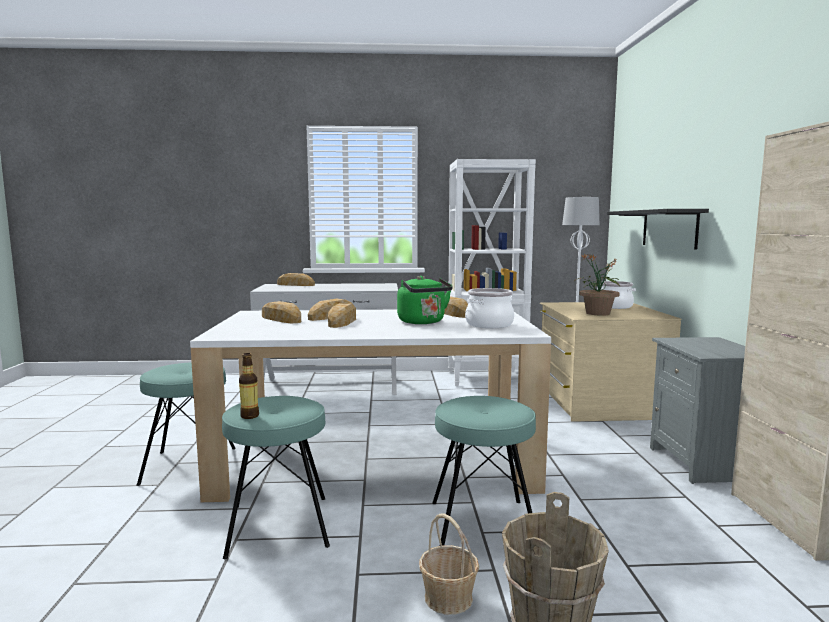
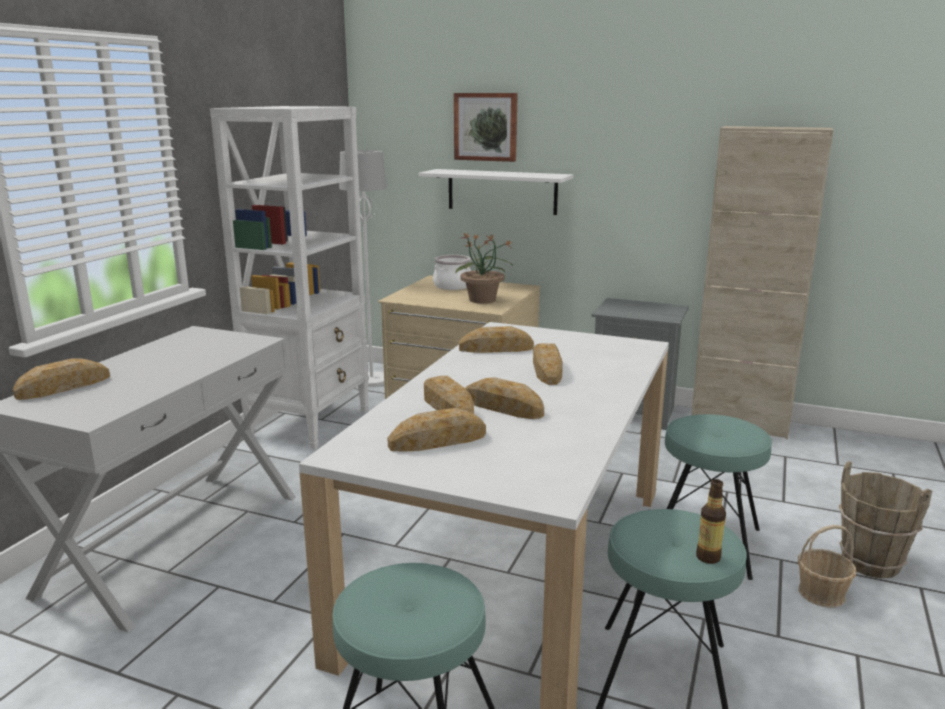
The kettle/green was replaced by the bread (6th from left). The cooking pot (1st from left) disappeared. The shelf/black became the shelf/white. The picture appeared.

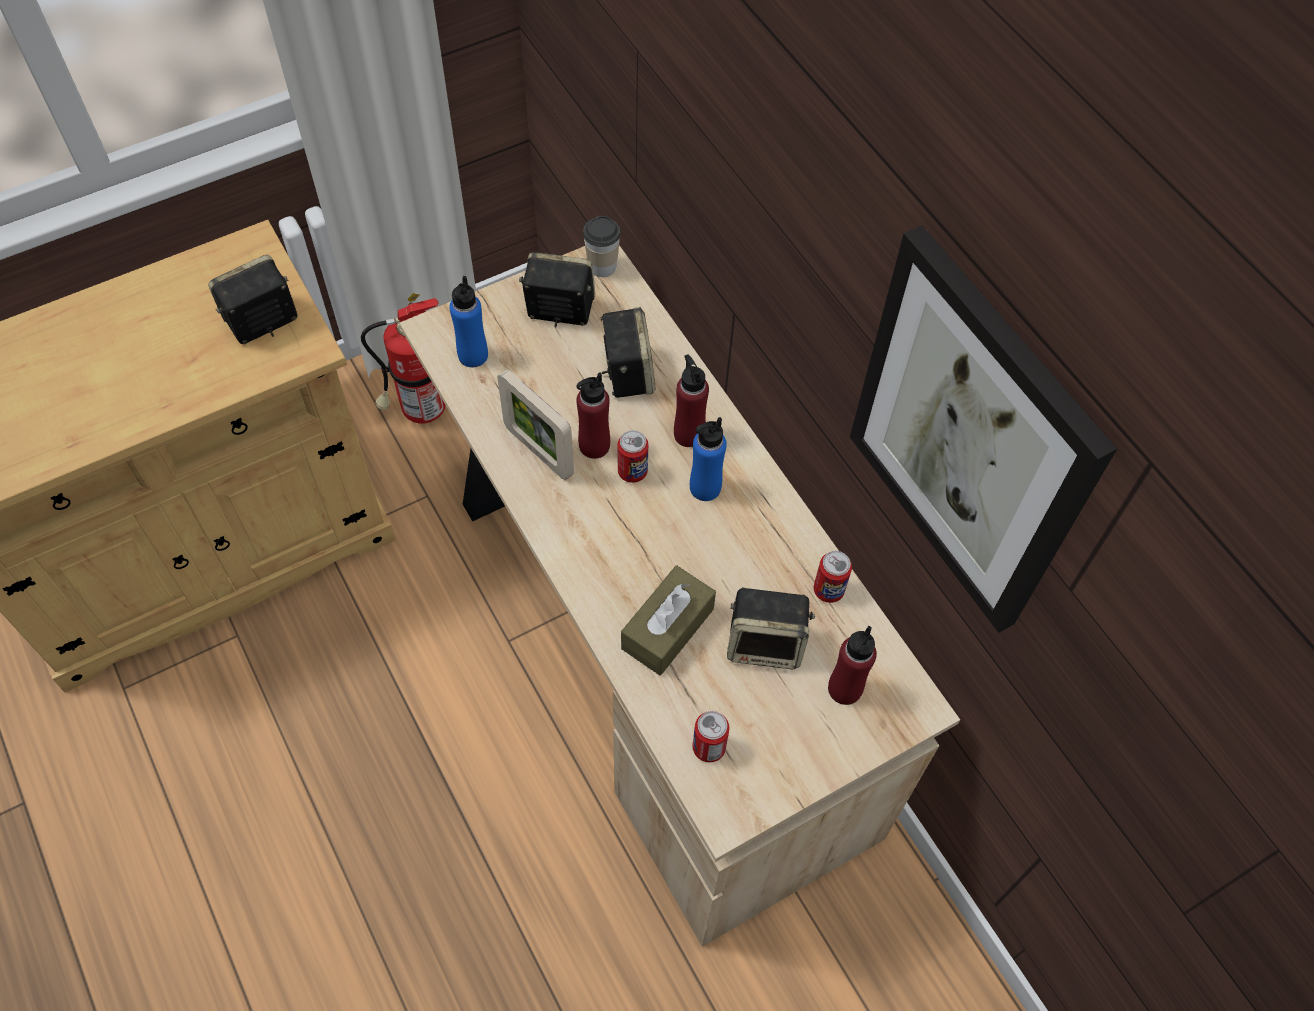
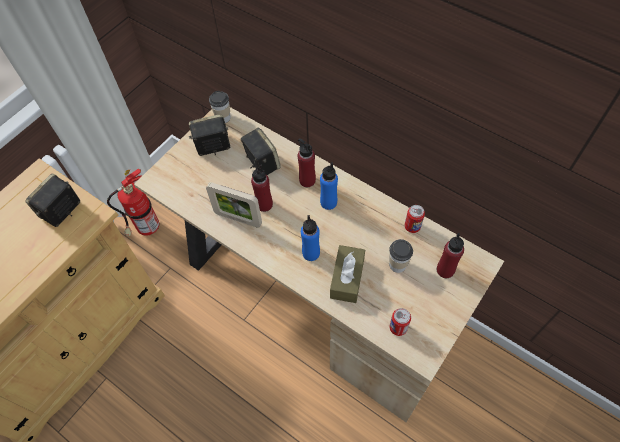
The bottle/blue (1st from left) moved. The can (1st from left) disappeared. The speaker (4th from left) was replaced by the cup (2nd from left). The picture disappeared.

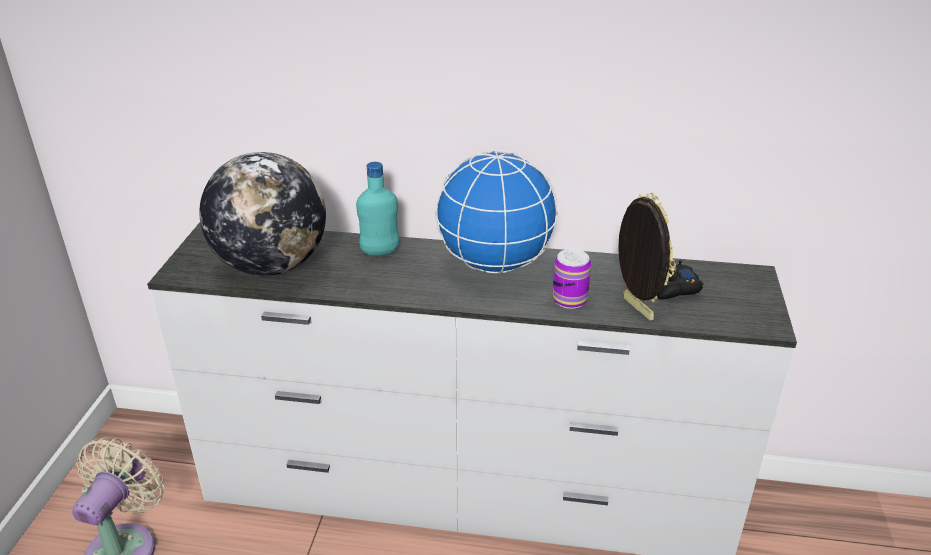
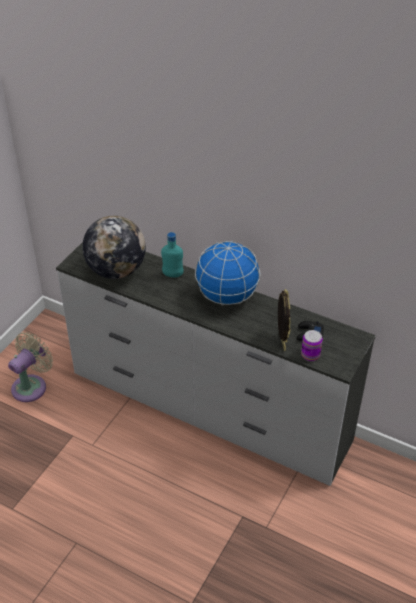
The can moved.

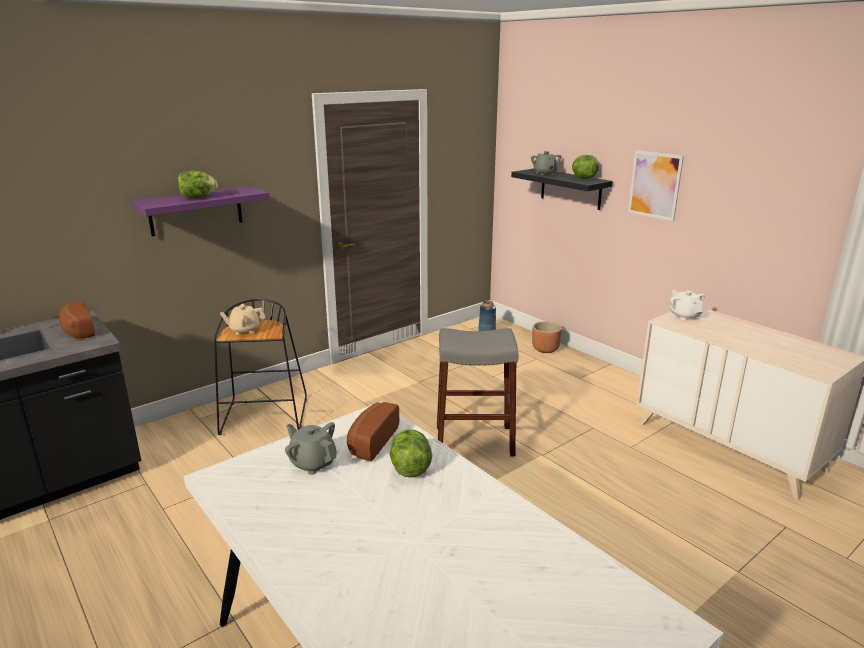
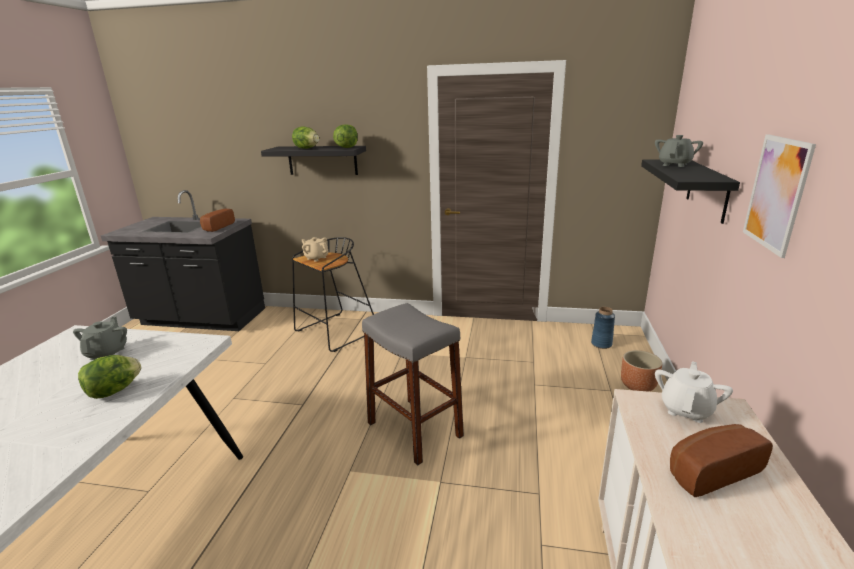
The shelf/purple became the shelf/black (1st from left). The bread (2nd from left) moved. The lettuce (3rd from left) moved.

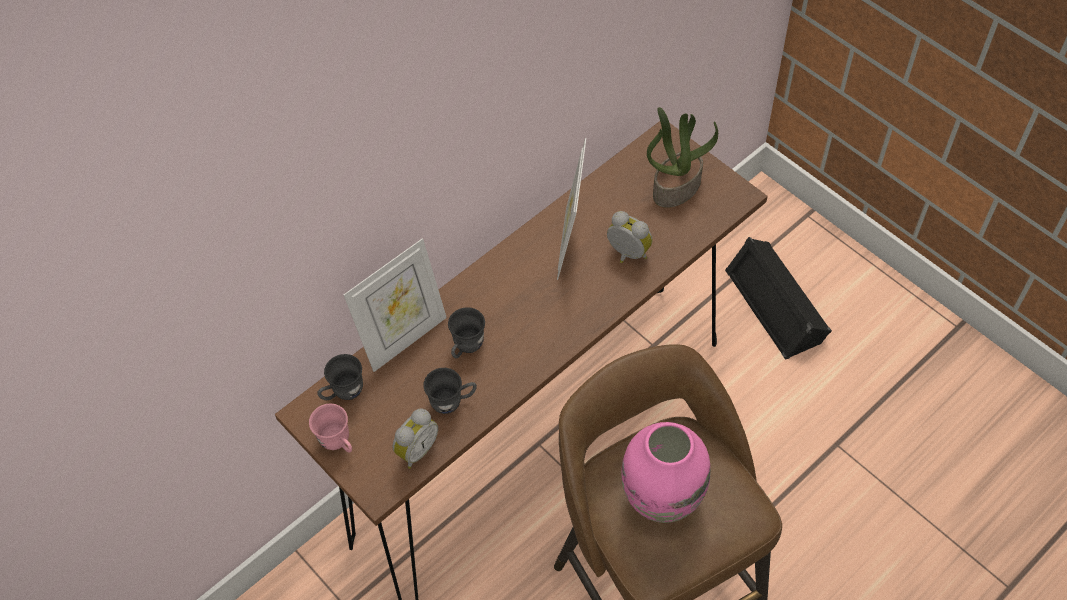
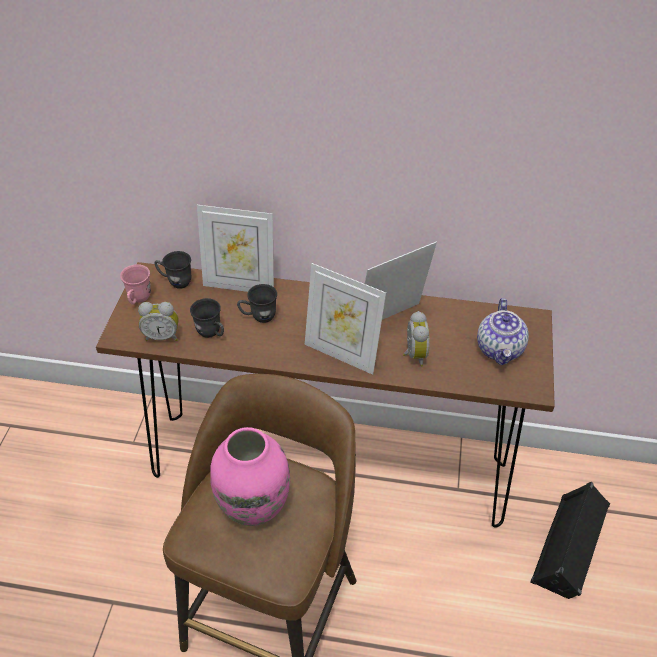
The potted plant was replaced by the teapot. The picture frame (2nd from left) appeared.

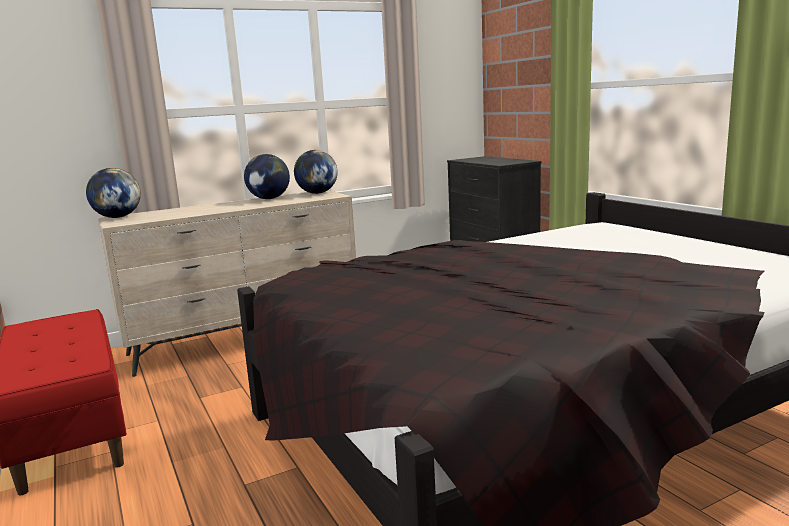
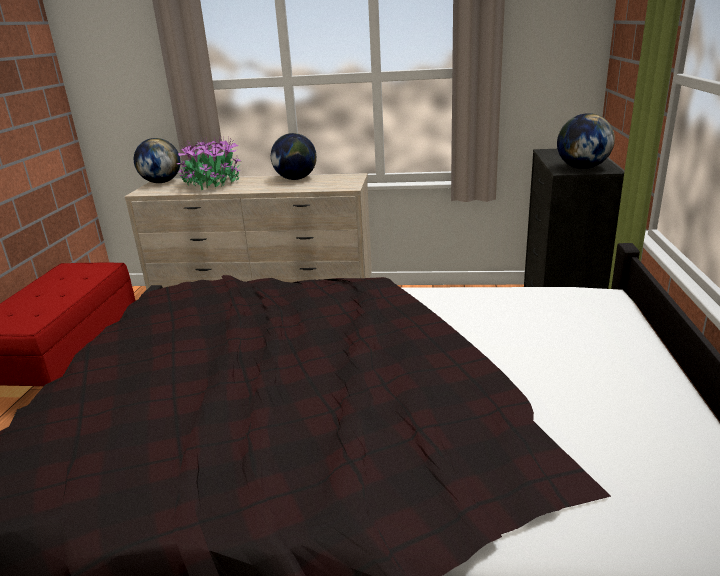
The globe (3rd from left) moved. The potted plant appeared.

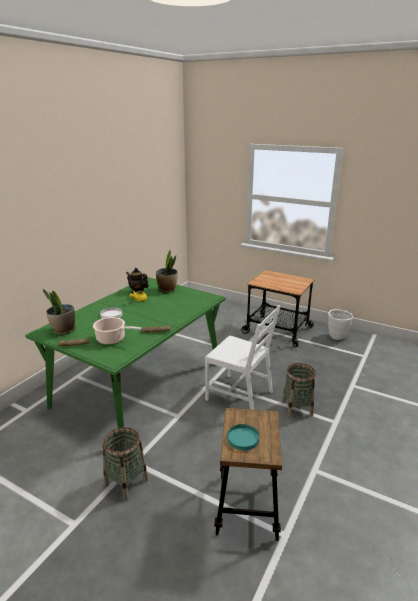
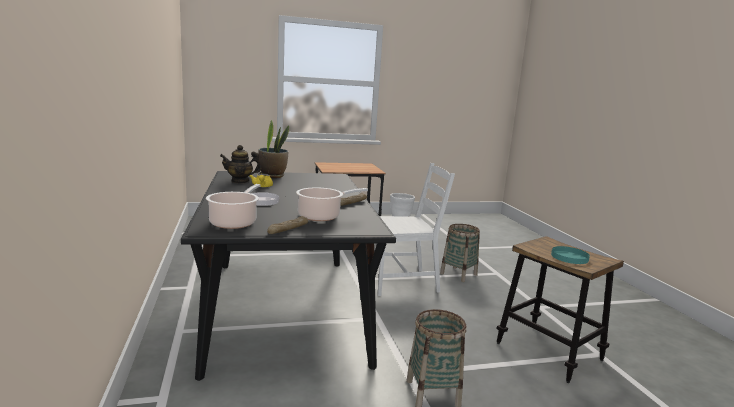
The dining table/green became the dining table/black. The potted plant (1st from left) was replaced by the cooking pot (1st from left).

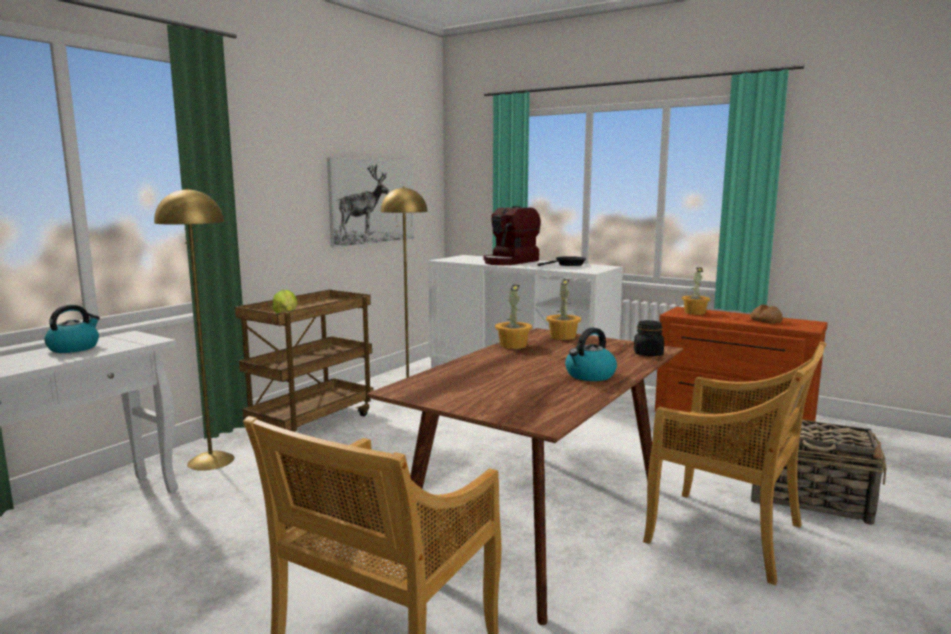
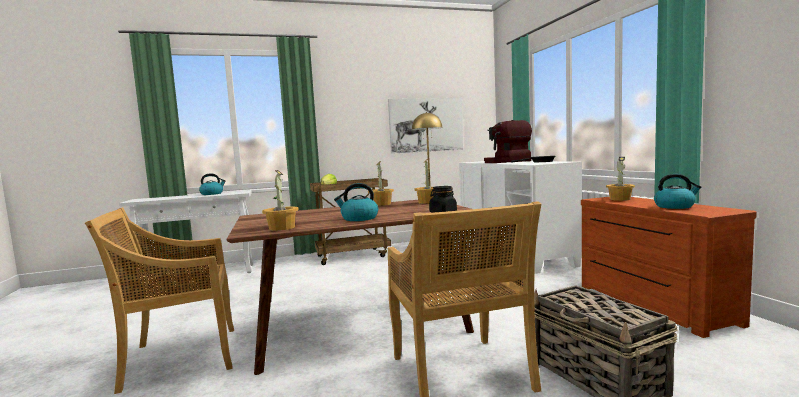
The floor lamp/yellow (1st from left) disappeared. The bread was replaced by the kettle (3rd from left). The potted plant (1st from left) appeared.

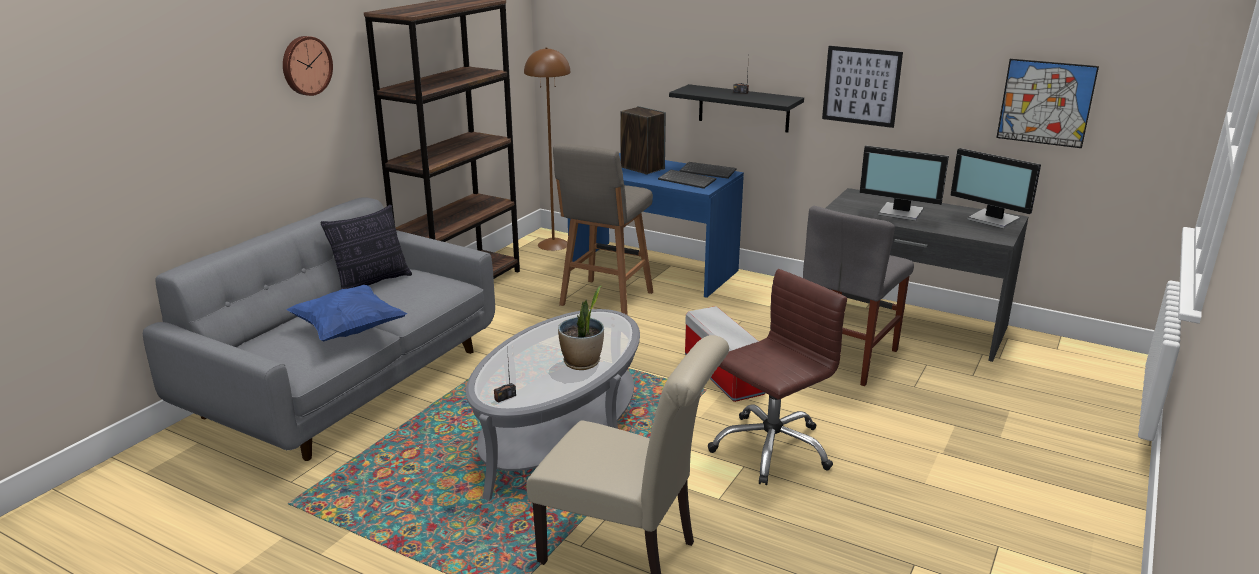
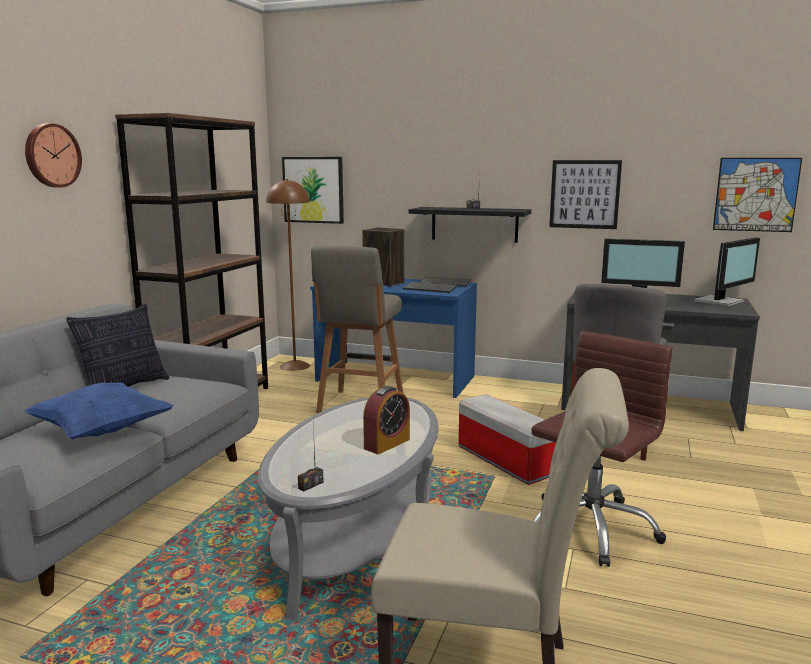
The potted plant was replaced by the alarm clock. The monitor (2nd from left) turned 75 degrees counterclockwise. The picture (1st from left) appeared.

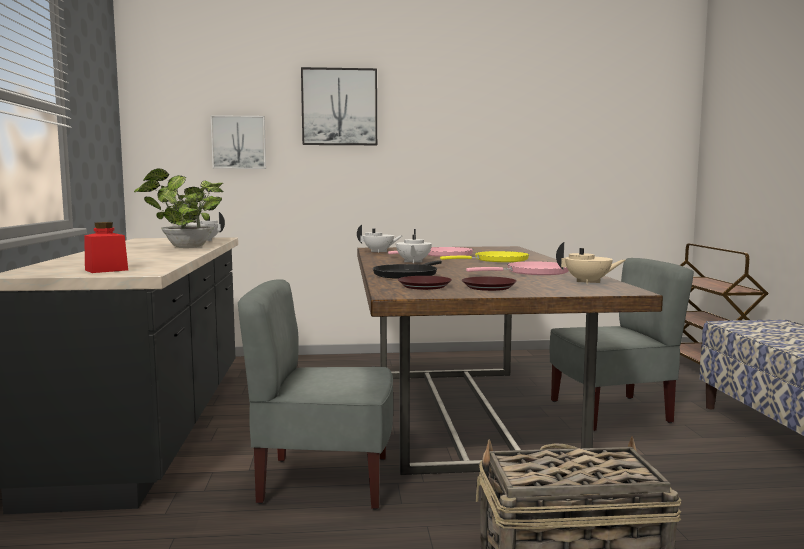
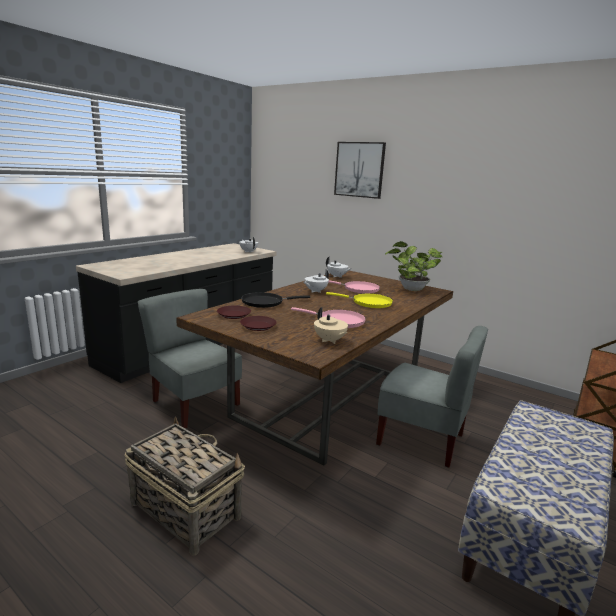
The jar/red disappeared. The potted plant moved. The picture (1st from left) disappeared.

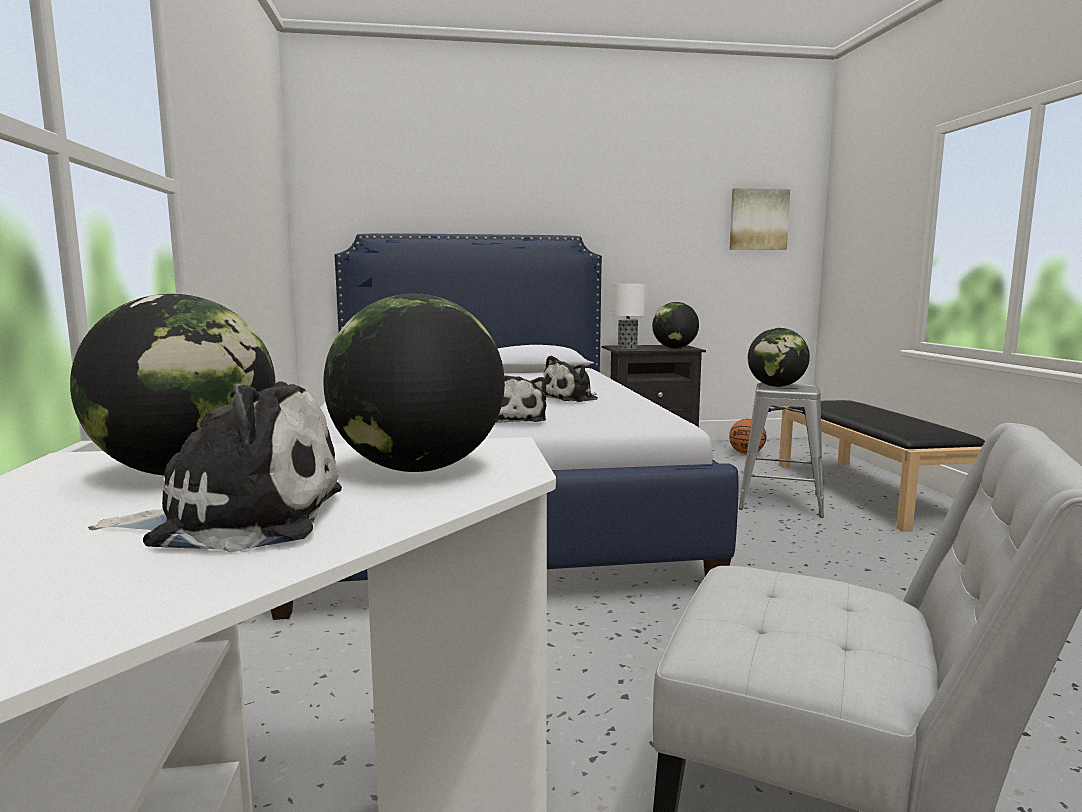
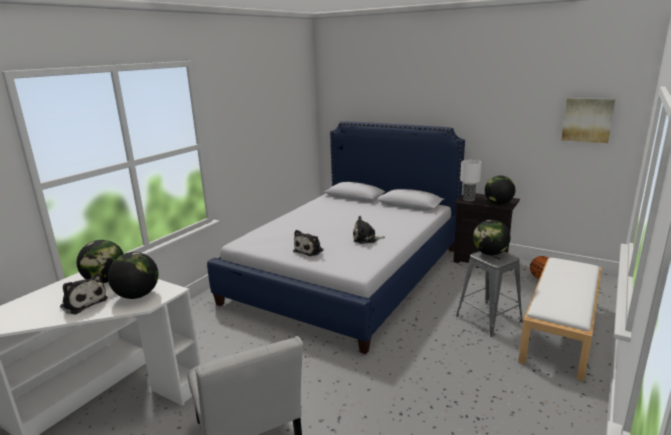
The bench/black became the bench/white.

